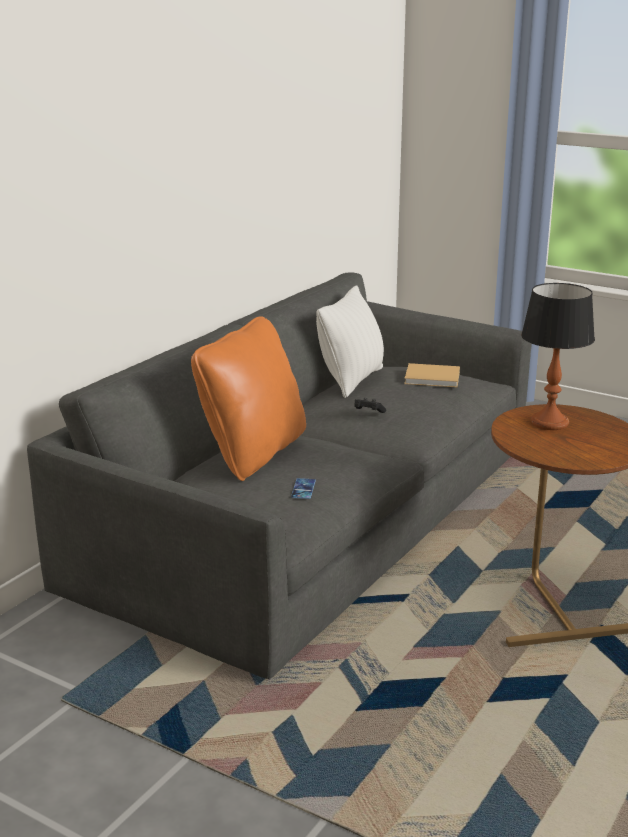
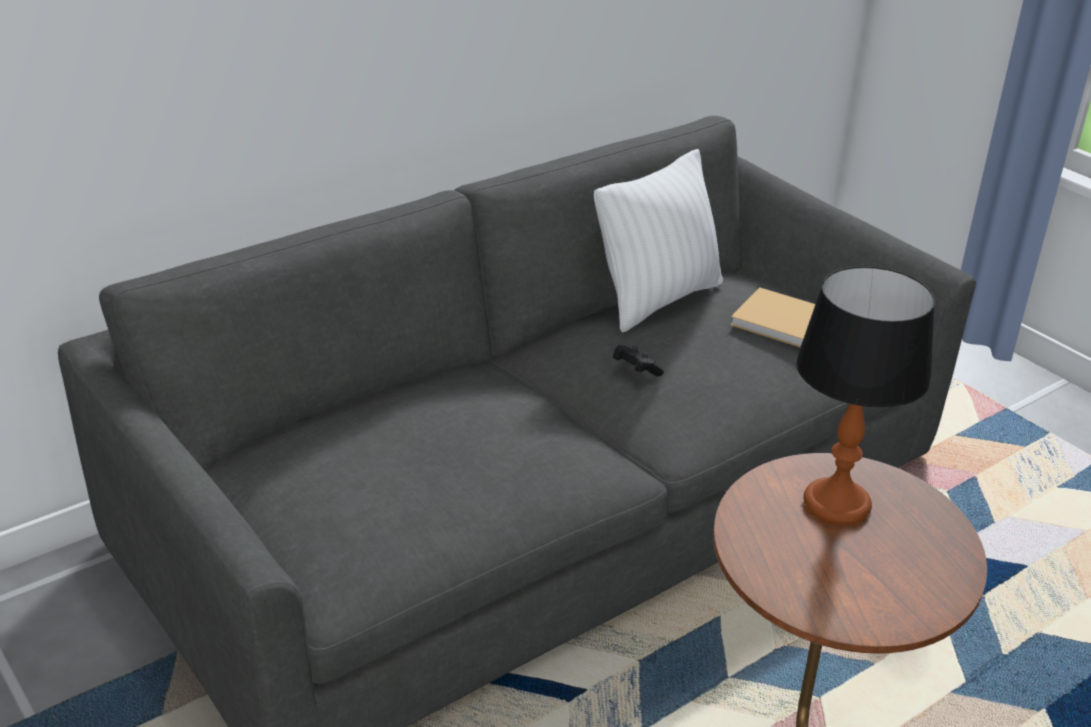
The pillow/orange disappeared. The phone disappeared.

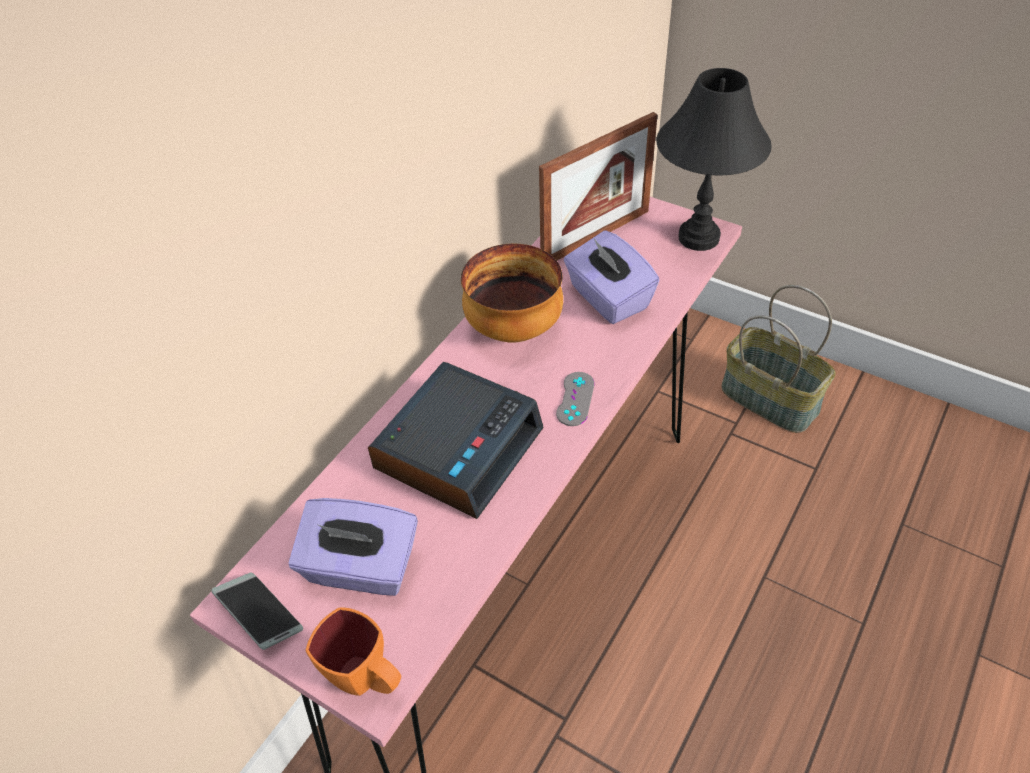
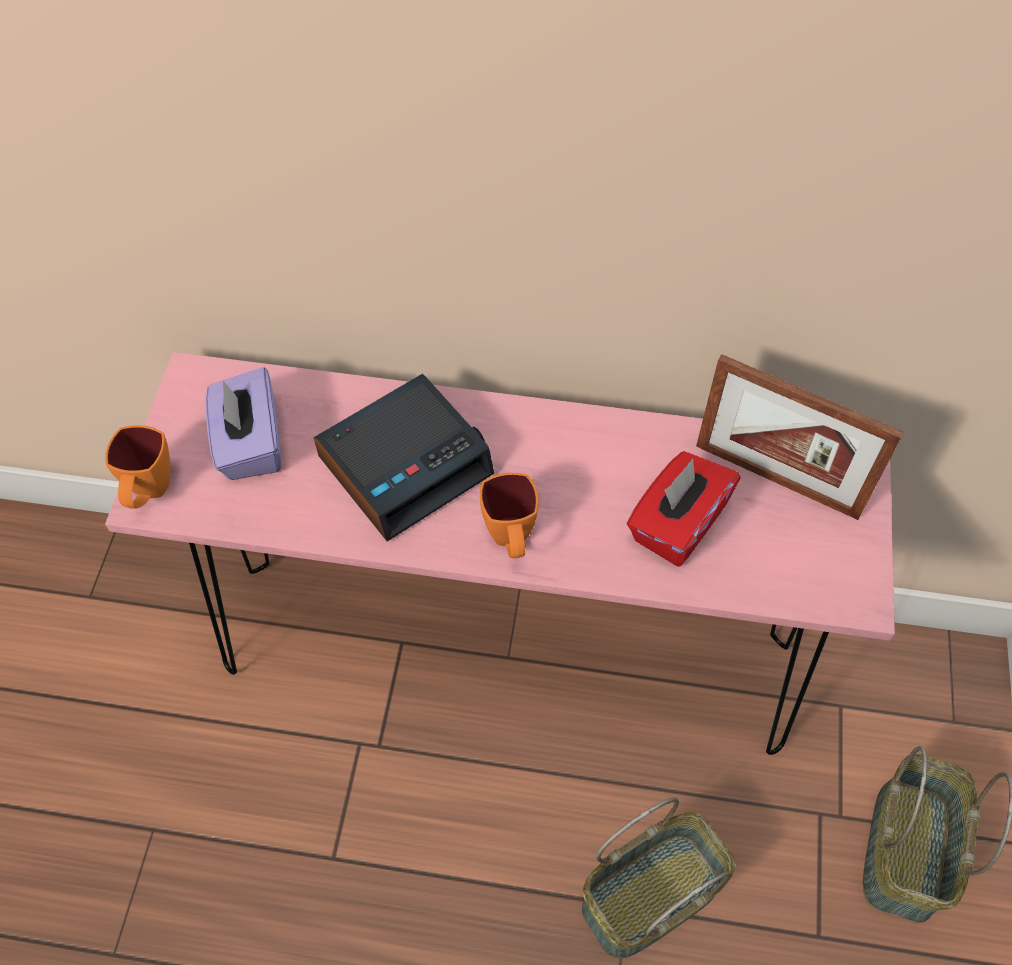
The phone disappeared. The alarm clock turned 45 degrees counterclockwise. The bowl disappeared. The game controller/grey was replaced by the mug/orange (2nd from left). The tissue box/purple (2nd from left) became the tissue box/red. The table lamp/black disappeared. The basket (1st from left) appeared.

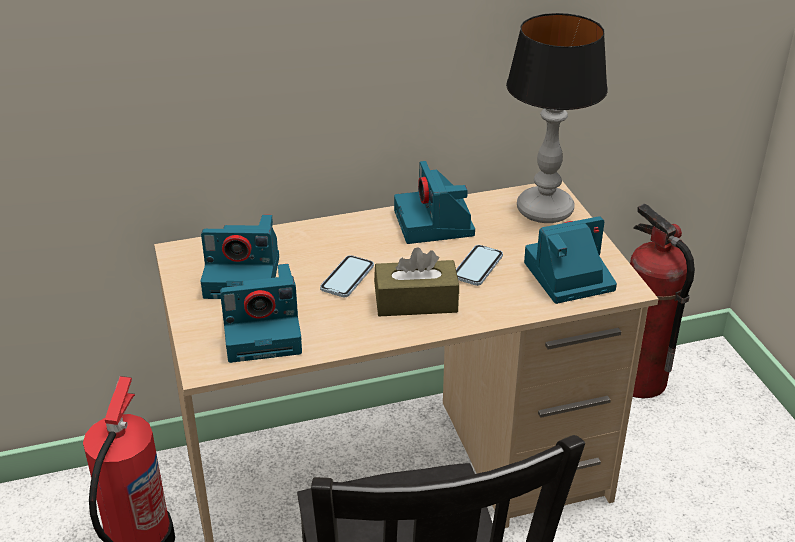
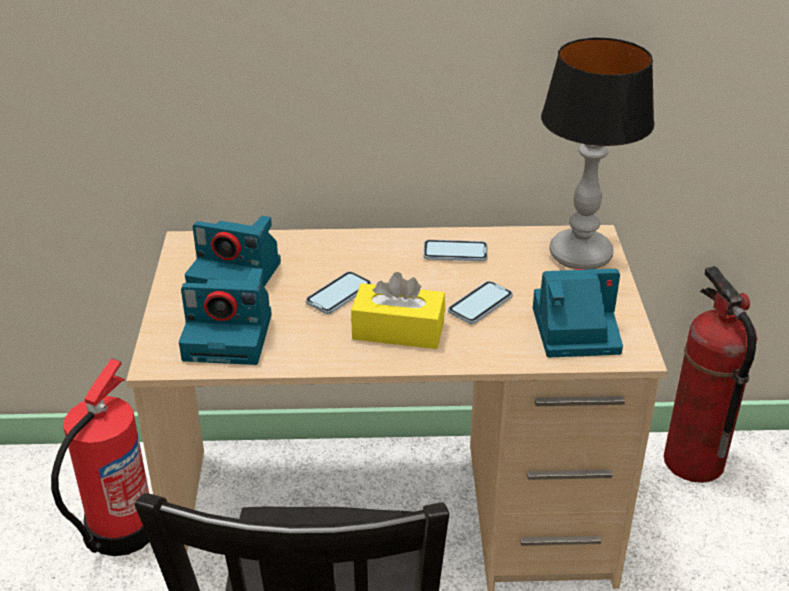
The tissue box/brown became the tissue box/yellow. The photo camera (3rd from left) was replaced by the phone (2nd from left).

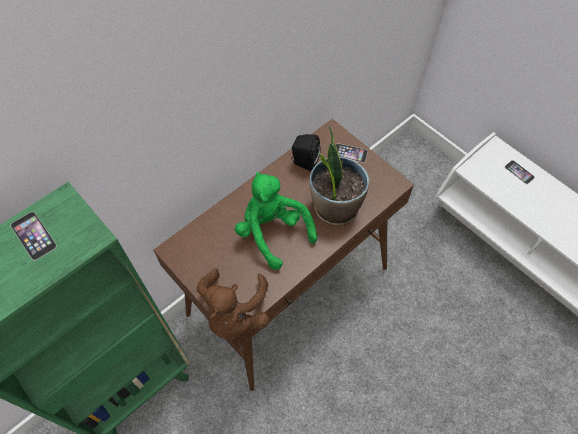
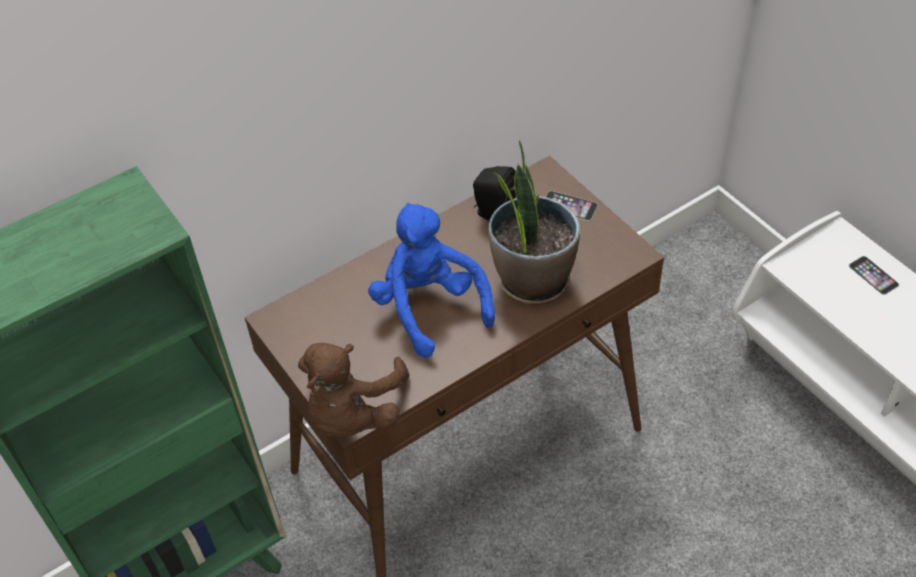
The phone (1st from left) disappeared. The plush toy/green became the plush toy/blue.

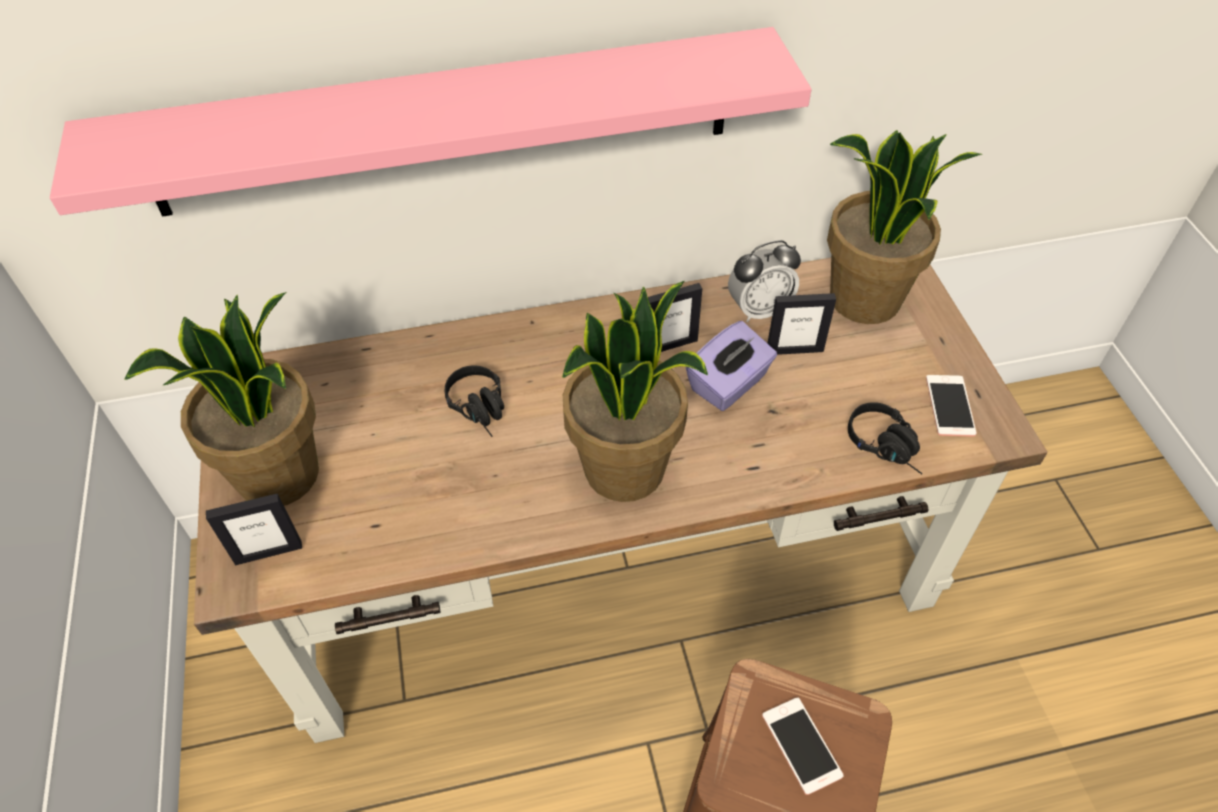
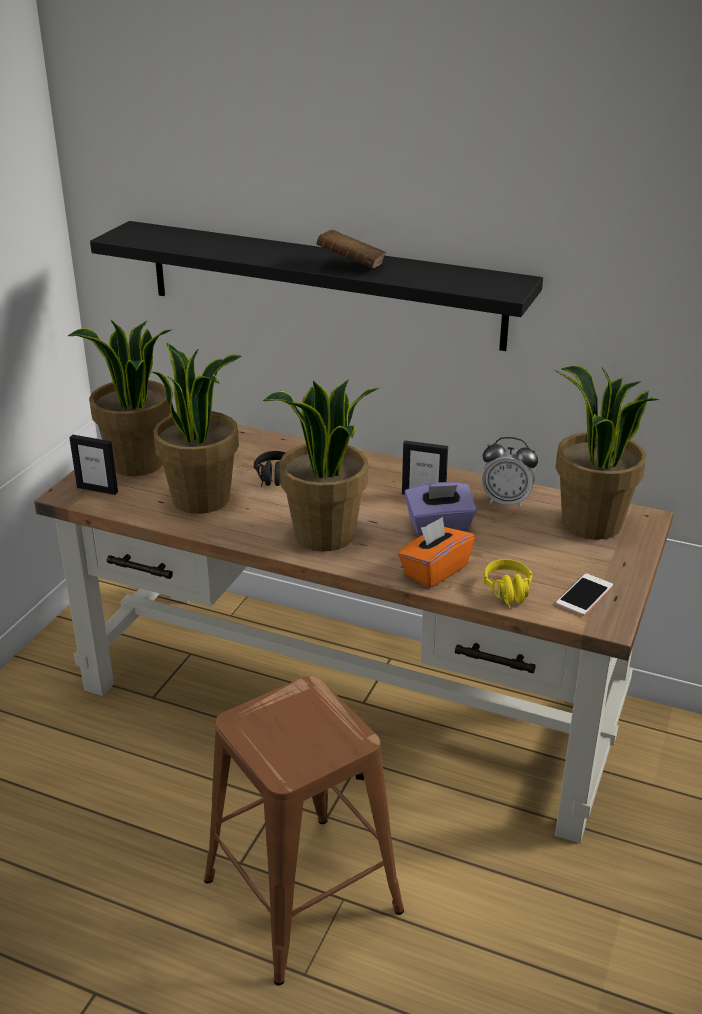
The shelf/pink became the shelf/black. The phone (1st from left) disappeared. The picture frame (3rd from left) disappeared. The headphones/black (2nd from left) became the headphones/yellow. The potted plant (2nd from left) appeared. The book/brown appeared. The tissue box/orange appeared.

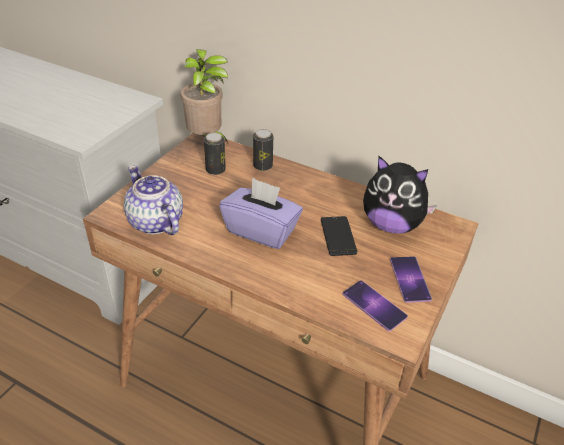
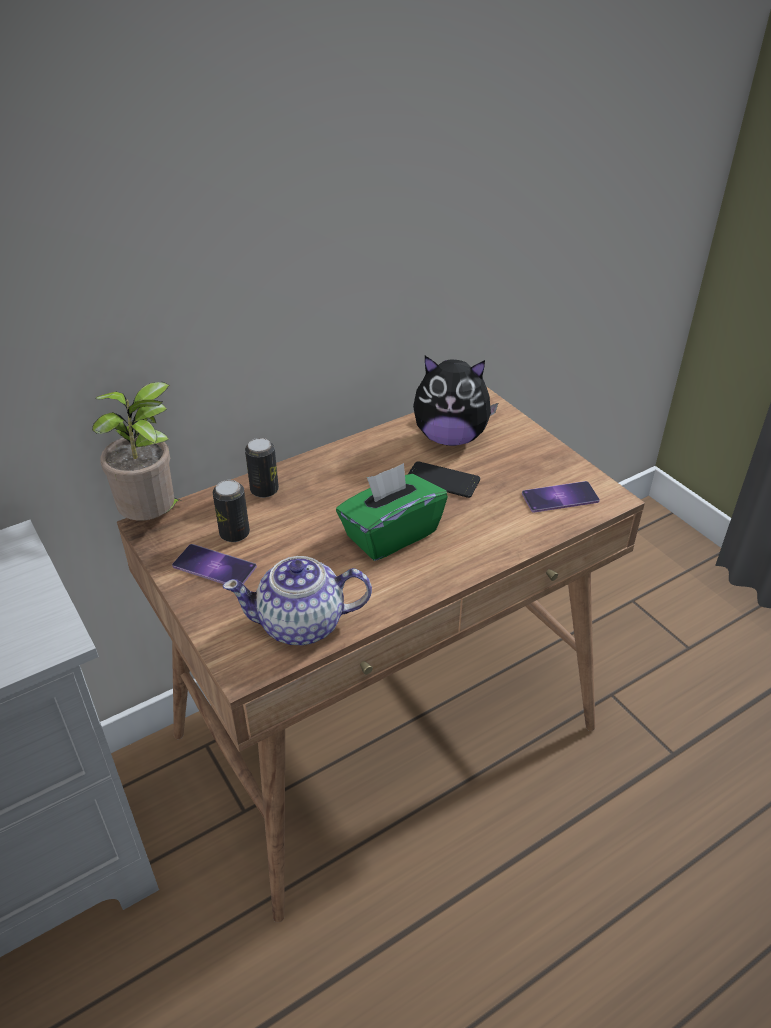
The tissue box/purple became the tissue box/green. The plush toy turned 45 degrees clockwise. The phone (3rd from left in the first image) moved.

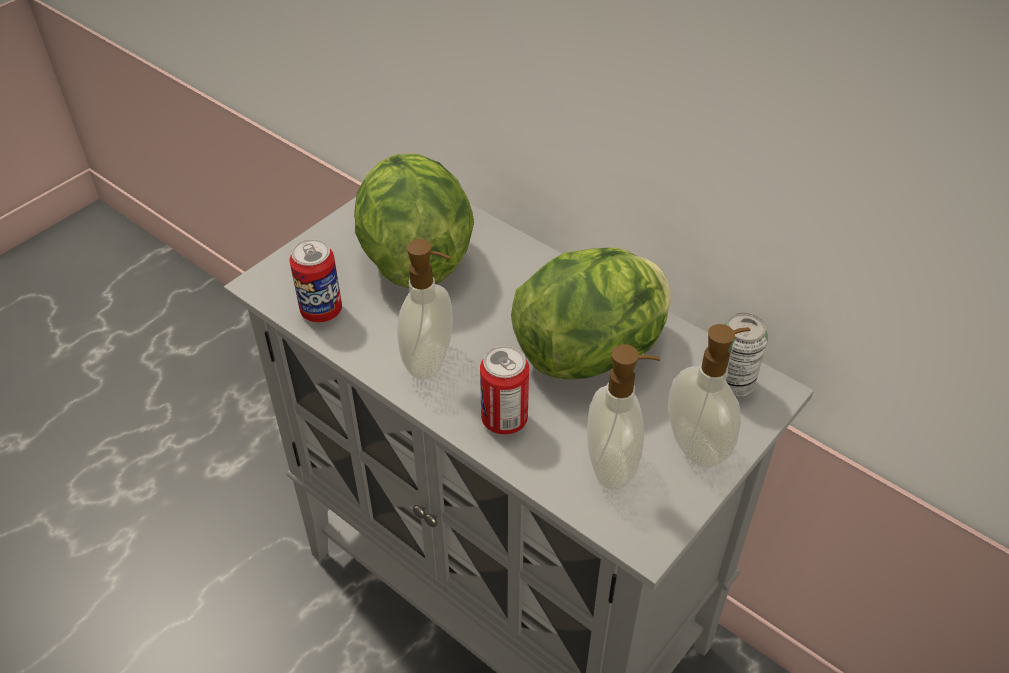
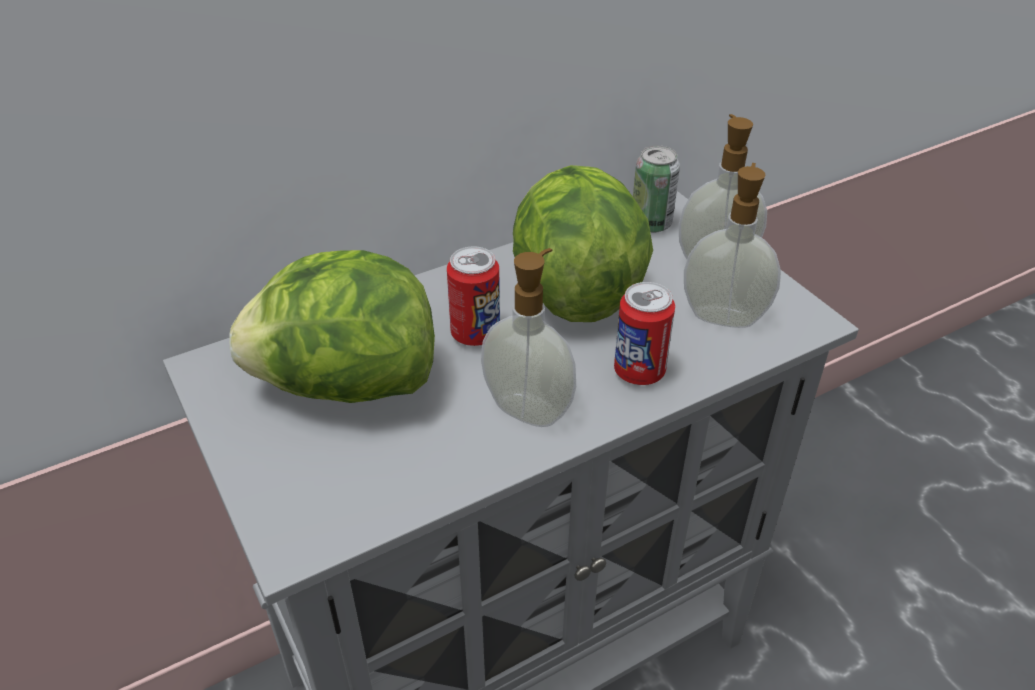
The can (1st from left) moved.

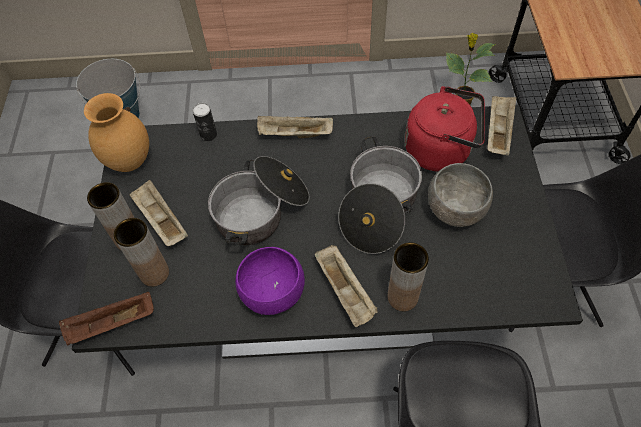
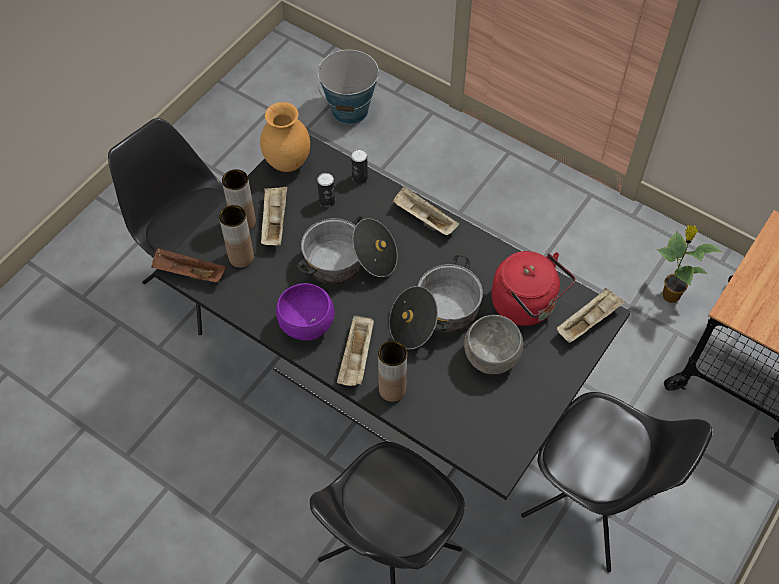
The can (1st from left) appeared.

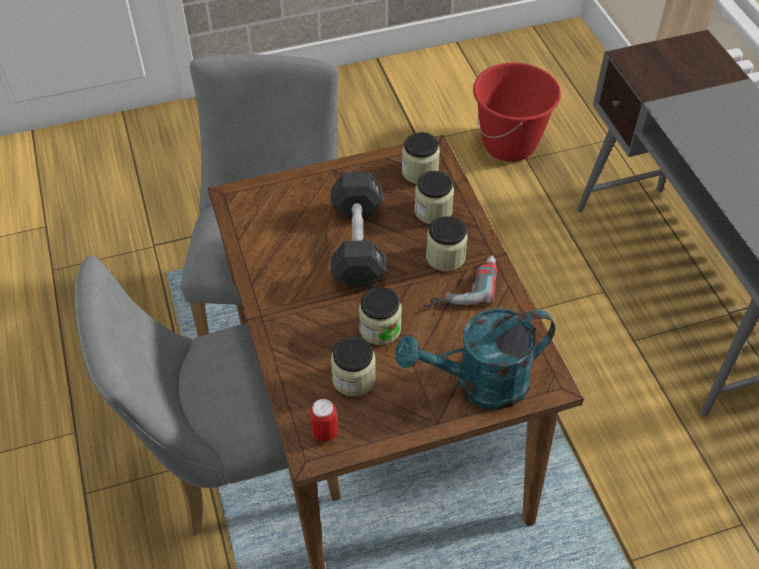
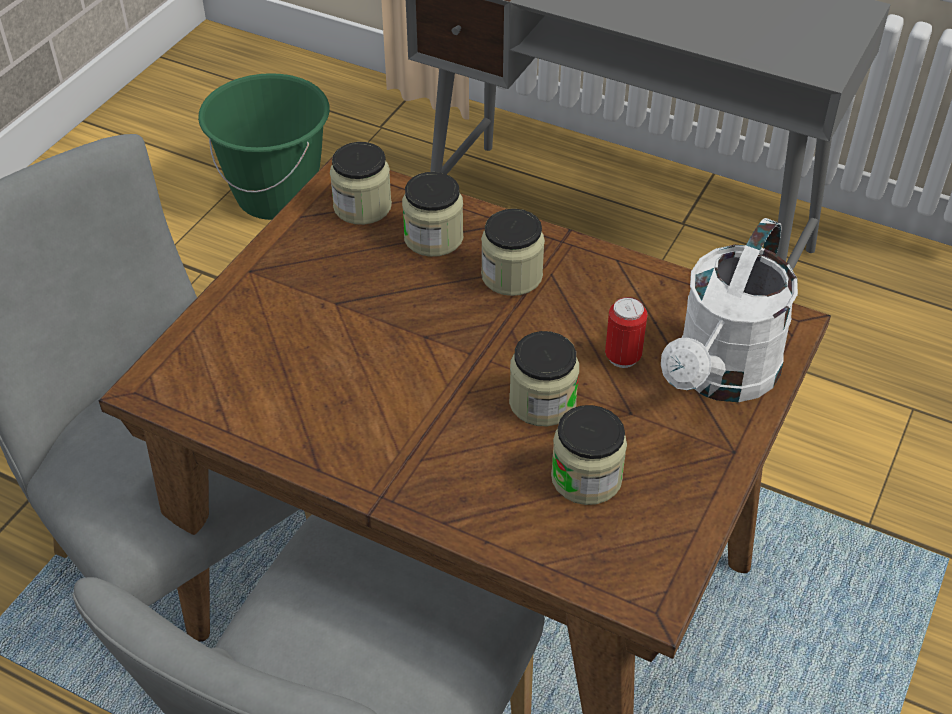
The can moved. The dumbbell/black disappeared. The watering can/turquoise became the watering can/white. The power drill disappeared. The bucket/red became the bucket/green.

